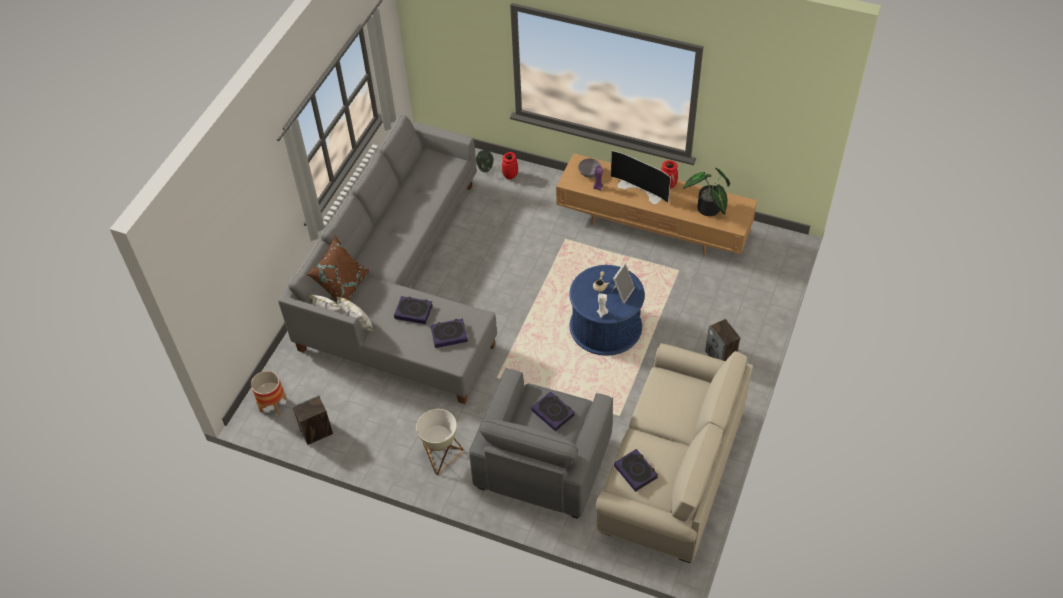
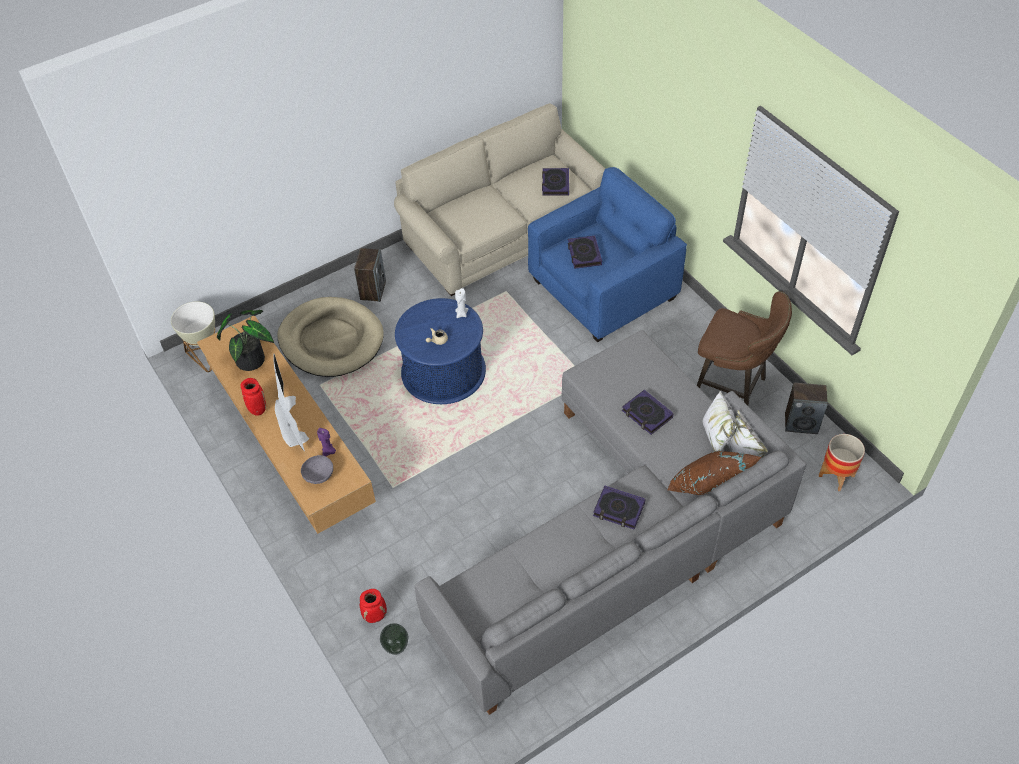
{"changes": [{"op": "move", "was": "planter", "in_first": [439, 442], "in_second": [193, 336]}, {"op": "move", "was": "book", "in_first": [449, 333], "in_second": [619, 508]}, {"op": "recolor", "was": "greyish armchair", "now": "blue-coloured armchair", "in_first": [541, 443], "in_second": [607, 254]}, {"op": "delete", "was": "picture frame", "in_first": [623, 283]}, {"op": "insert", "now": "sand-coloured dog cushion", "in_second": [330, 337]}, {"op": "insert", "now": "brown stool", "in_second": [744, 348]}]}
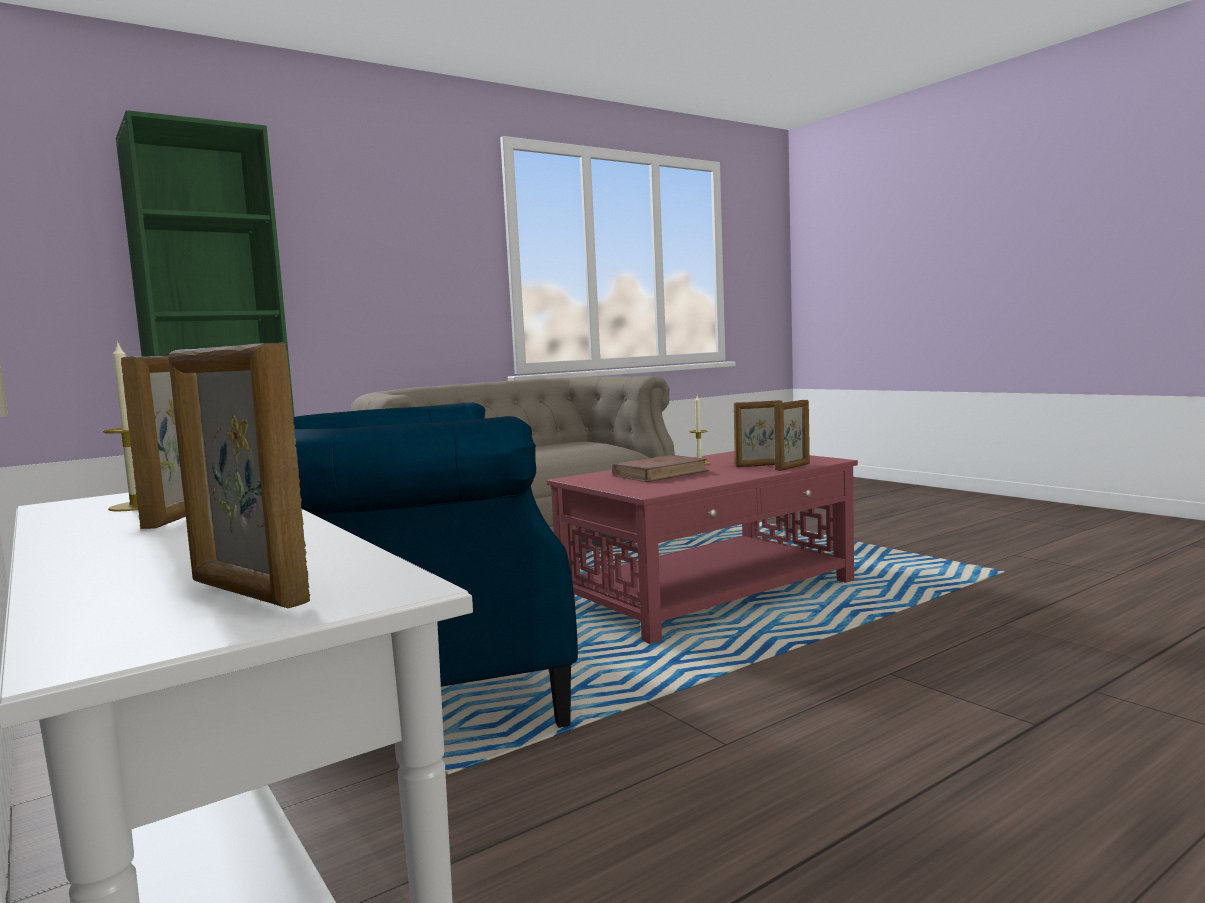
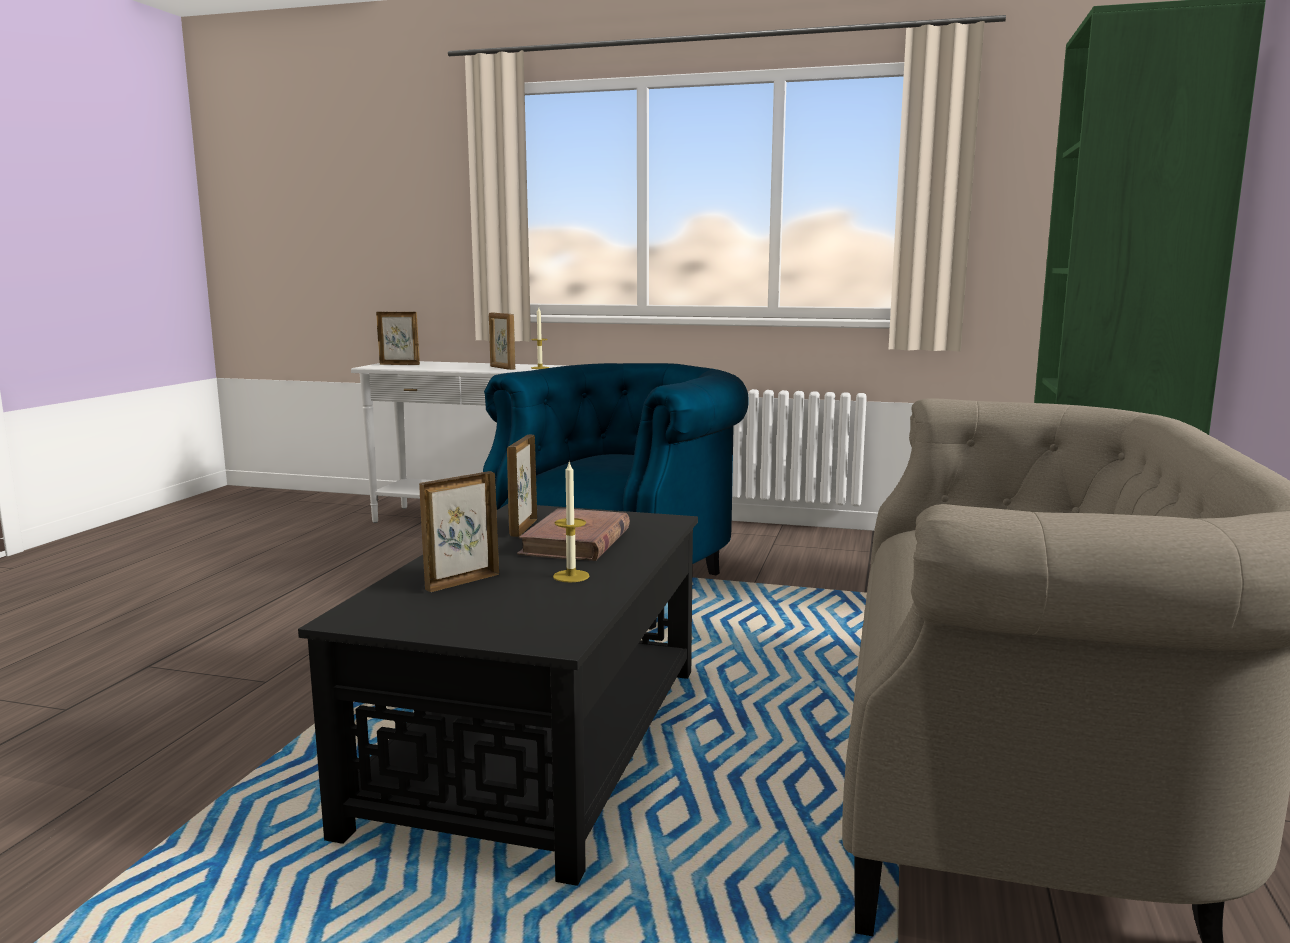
{"changes": [{"op": "recolor", "was": "red-coloured low table", "now": "black low table", "in_first": [702, 547], "in_second": [498, 695]}, {"op": "move", "was": "picture frame", "in_first": [792, 435], "in_second": [522, 485]}]}
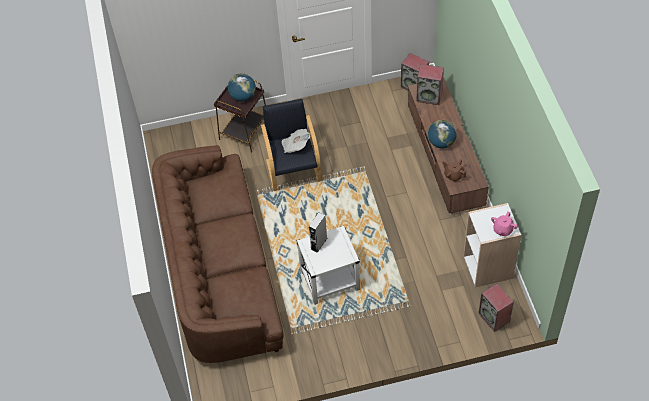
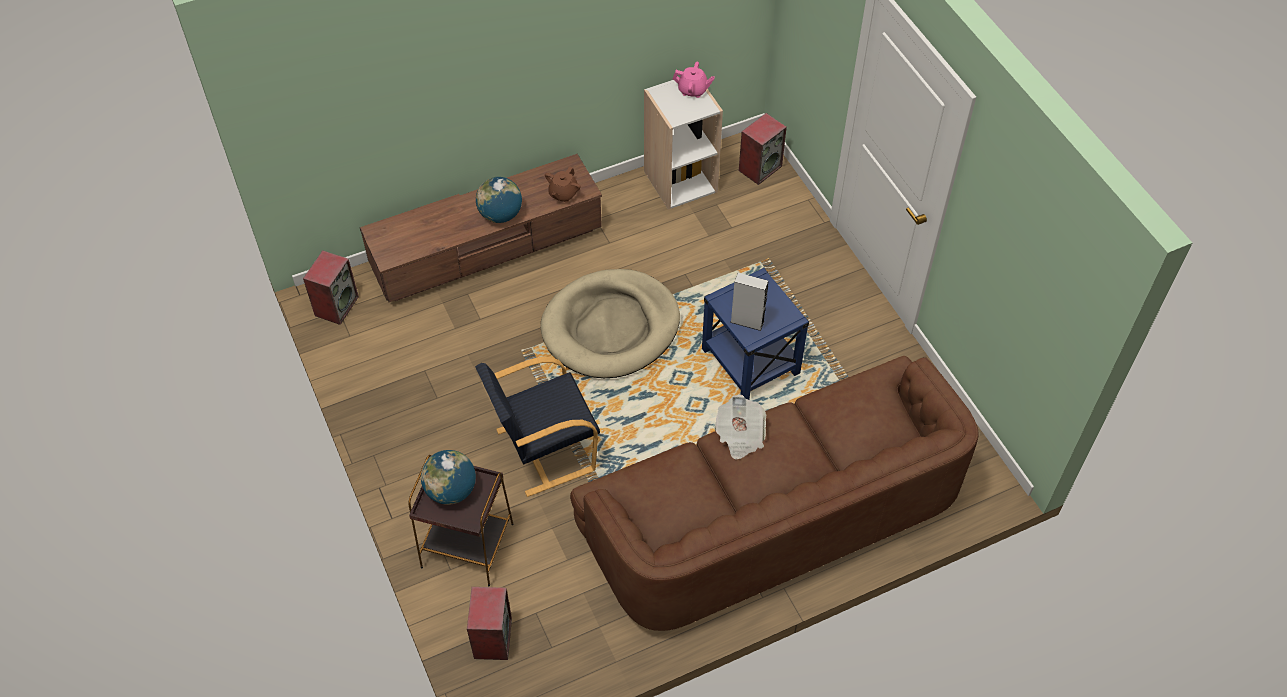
{"changes": [{"op": "move", "was": "printed paper", "in_first": [296, 141], "in_second": [740, 427]}, {"op": "recolor", "was": "white side table", "now": "blue-coloured side table", "in_first": [328, 265], "in_second": [755, 334]}, {"op": "move", "was": "audio speaker", "in_first": [430, 84], "in_second": [489, 623]}, {"op": "insert", "now": "sand-coloured dog cushion", "in_second": [610, 323]}]}
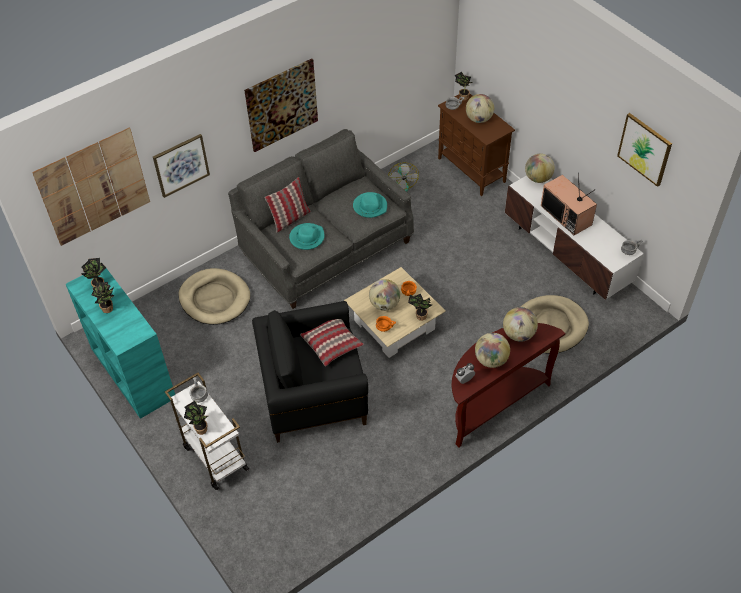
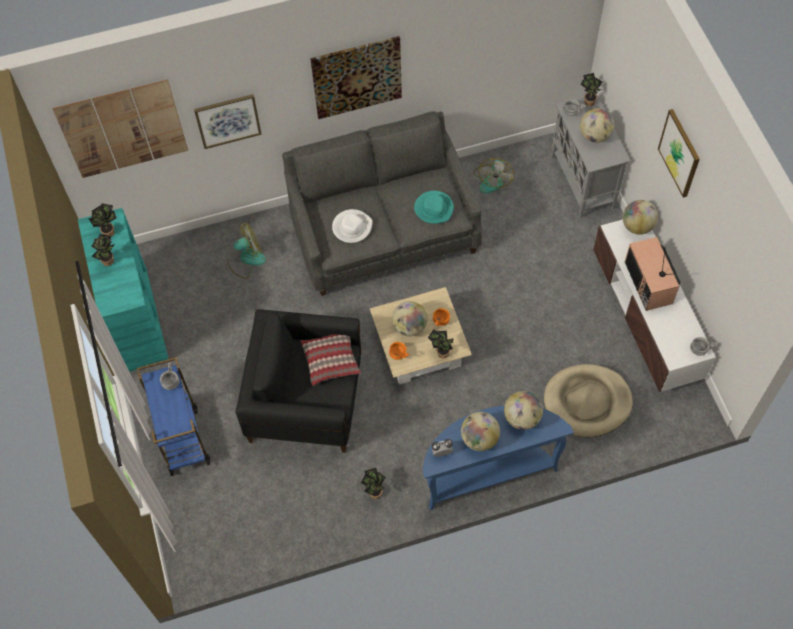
{"changes": [{"op": "recolor", "was": "white cart", "now": "blue-coloured cart", "in_first": [207, 431], "in_second": [174, 416]}, {"op": "replace", "was": "sand-coloured dog cushion", "now": "fan", "in_first": [214, 296], "in_second": [246, 251]}, {"op": "move", "was": "houseplant", "in_first": [196, 418], "in_second": [373, 483]}, {"op": "delete", "was": "pillow", "in_first": [288, 205]}, {"op": "recolor", "was": "turquoise-coloured hat", "now": "white hat", "in_first": [307, 236], "in_second": [352, 226]}, {"op": "recolor", "was": "brown storage cabinet", "now": "greyish storage cabinet", "in_first": [476, 145], "in_second": [590, 156]}, {"op": "recolor", "was": "brown hall table", "now": "blue-coloured hall table", "in_first": [508, 385], "in_second": [498, 457]}, {"op": "move", "was": "wall picture", "in_first": [644, 150], "in_second": [679, 153]}]}
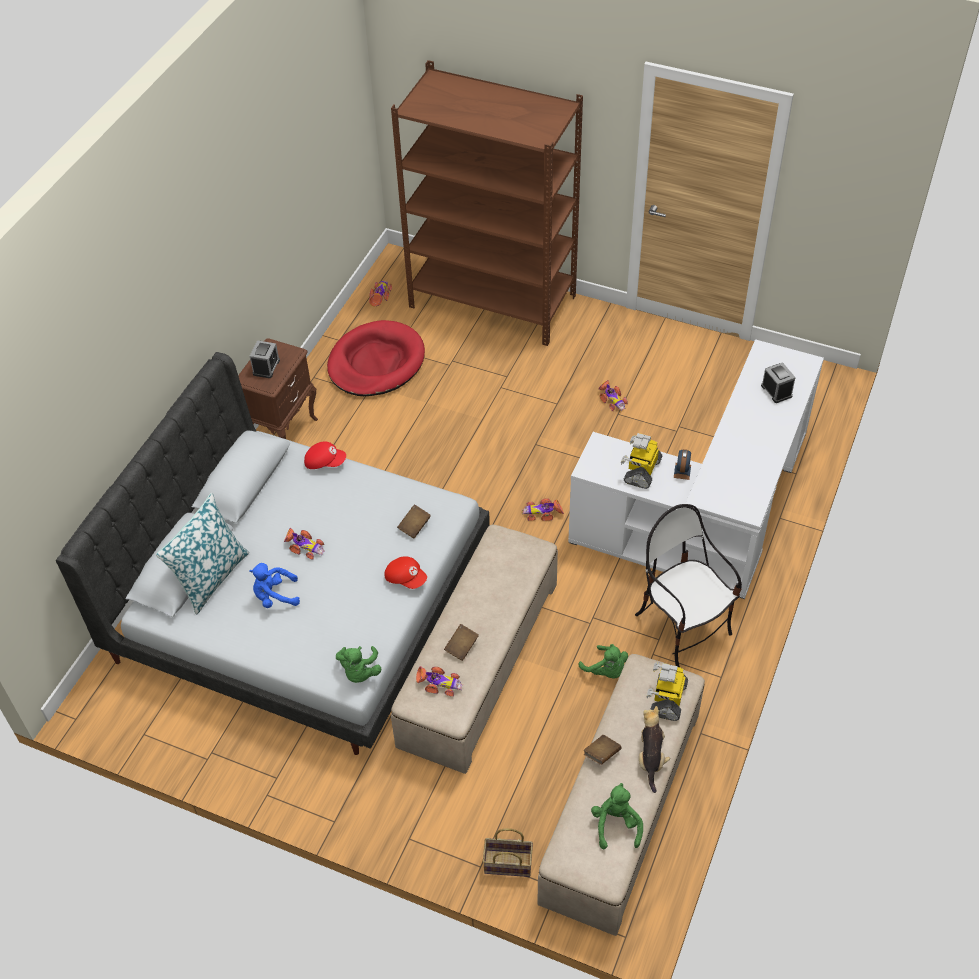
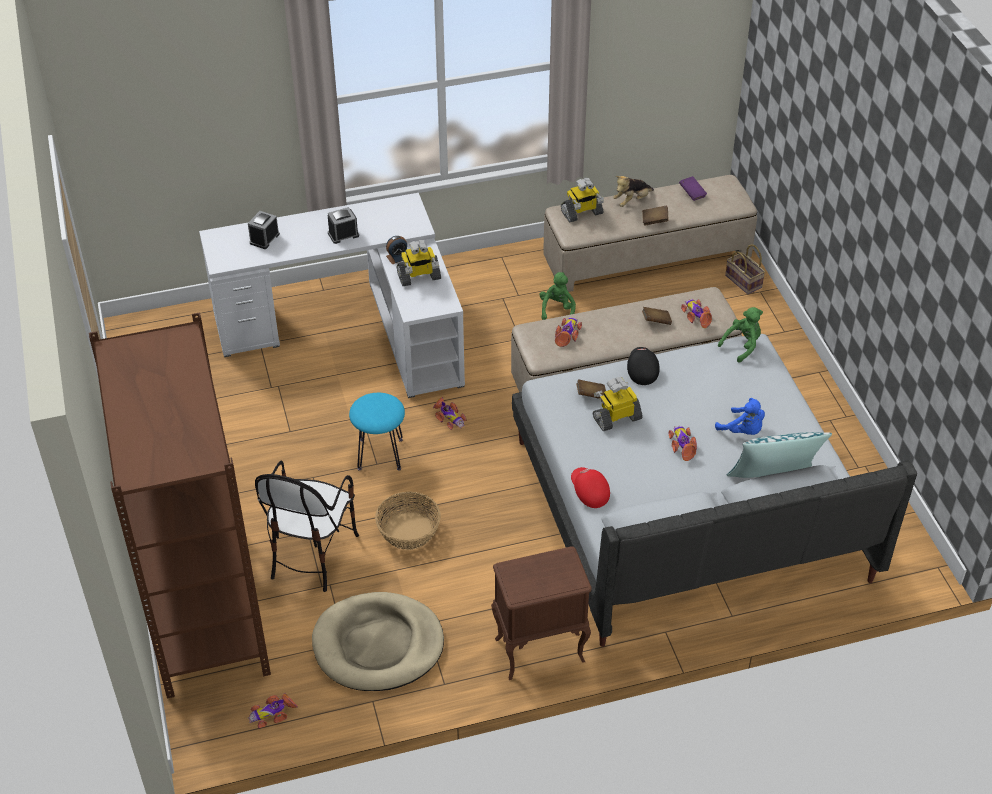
{"changes": [{"op": "move", "was": "alarm clock", "in_first": [265, 359], "in_second": [343, 225]}, {"op": "recolor", "was": "red-coloured dog cushion", "now": "sand-coloured dog cushion", "in_first": [376, 358], "in_second": [378, 641]}, {"op": "recolor", "was": "red-coloured cap", "now": "black cap", "in_first": [405, 572], "in_second": [643, 366]}, {"op": "replace", "was": "green-coloured cuddly toy", "now": "purplish book", "in_first": [617, 816], "in_second": [693, 188]}, {"op": "move", "was": "toy car", "in_first": [613, 395], "in_second": [568, 332]}, {"op": "move", "was": "chair", "in_first": [688, 585], "in_second": [307, 526]}, {"op": "insert", "now": "turquoise-coloured stool", "in_second": [377, 432]}, {"op": "insert", "now": "storage basket", "in_second": [408, 521]}, {"op": "insert", "now": "model robot", "in_second": [617, 404]}]}
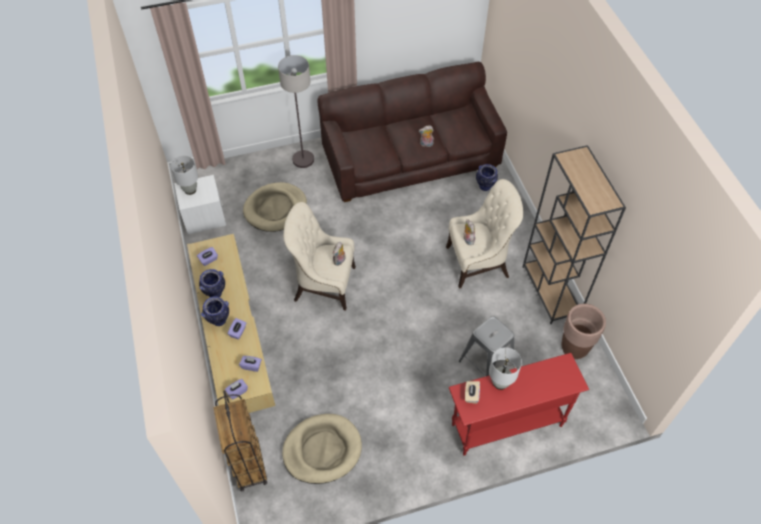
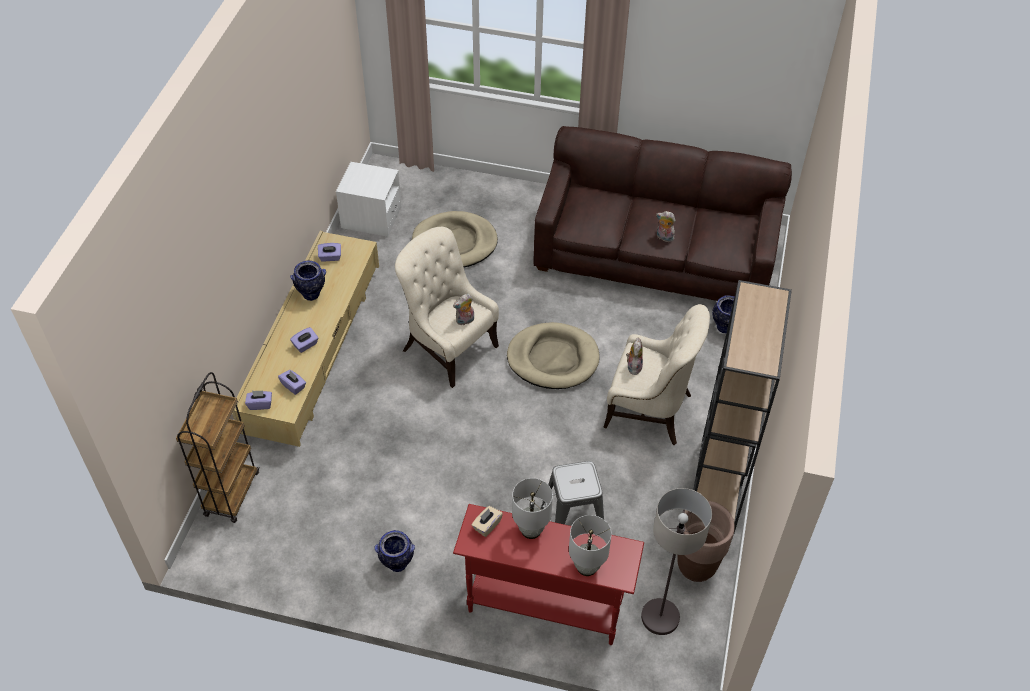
{"changes": [{"op": "move", "was": "white tabletop lamp", "in_first": [184, 175], "in_second": [590, 545]}, {"op": "move", "was": "flower vase", "in_first": [215, 311], "in_second": [394, 551]}, {"op": "move", "was": "greyish floor lamp", "in_first": [296, 111], "in_second": [676, 561]}, {"op": "move", "was": "sand-coloured dog cushion", "in_first": [322, 449], "in_second": [553, 355]}]}
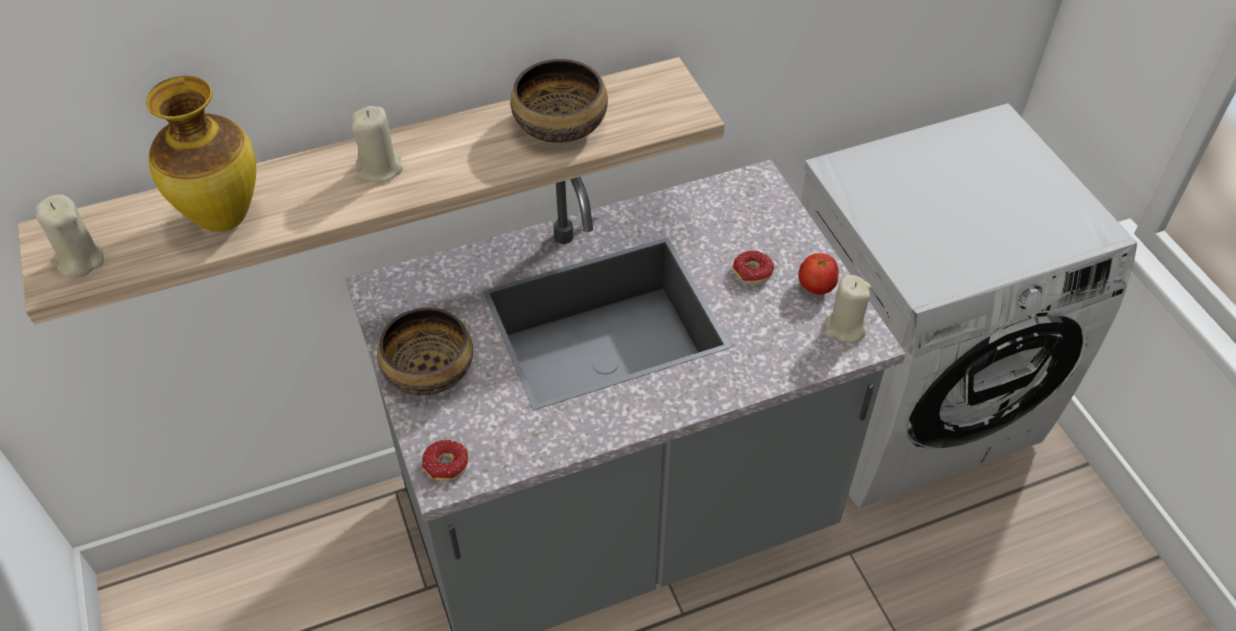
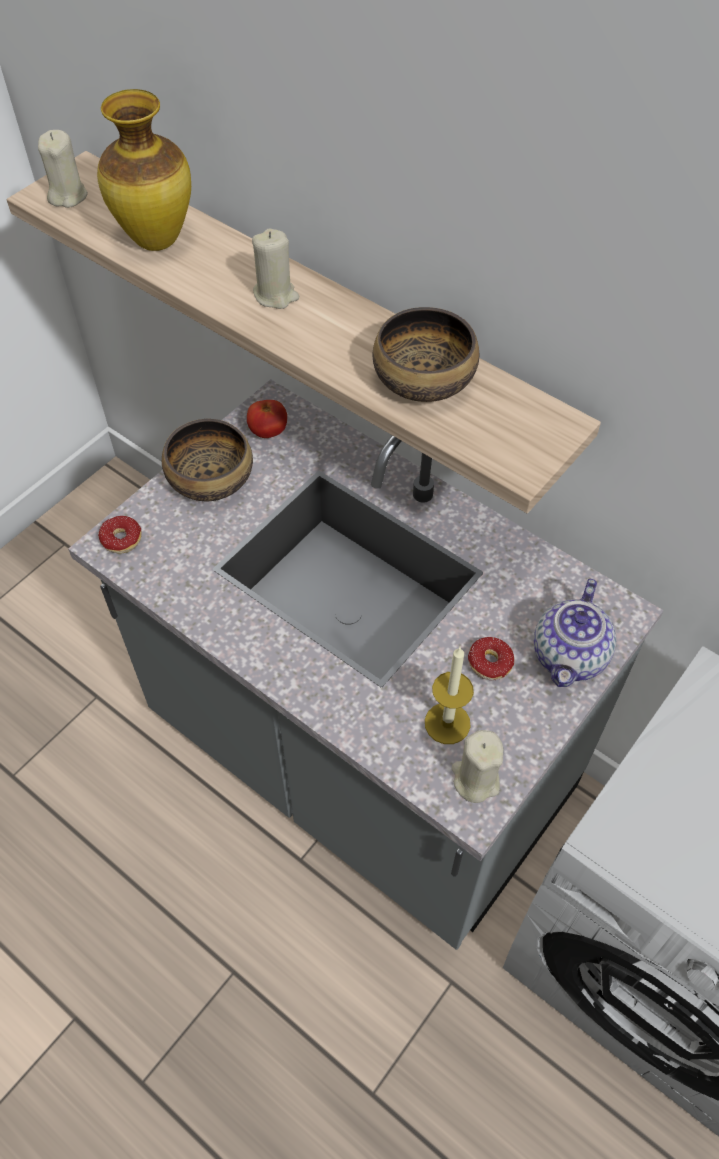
{"changes": [{"op": "move", "was": "whole tomato", "in_first": [819, 273], "in_second": [267, 419]}, {"op": "insert", "now": "candle", "in_second": [449, 695]}, {"op": "insert", "now": "pot for tea", "in_second": [575, 633]}]}
